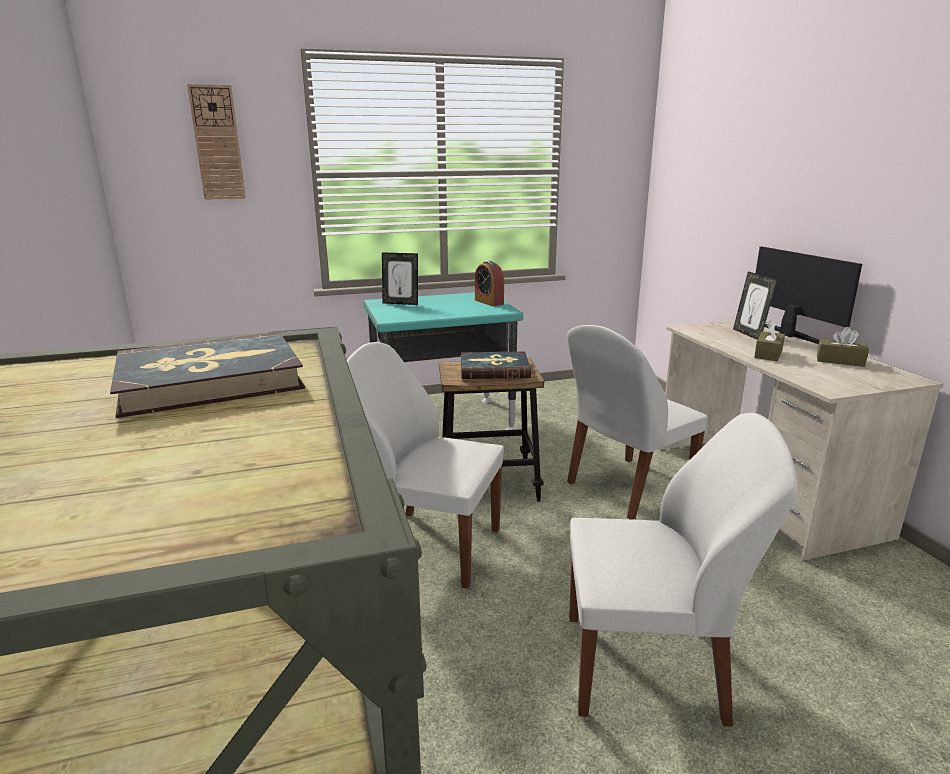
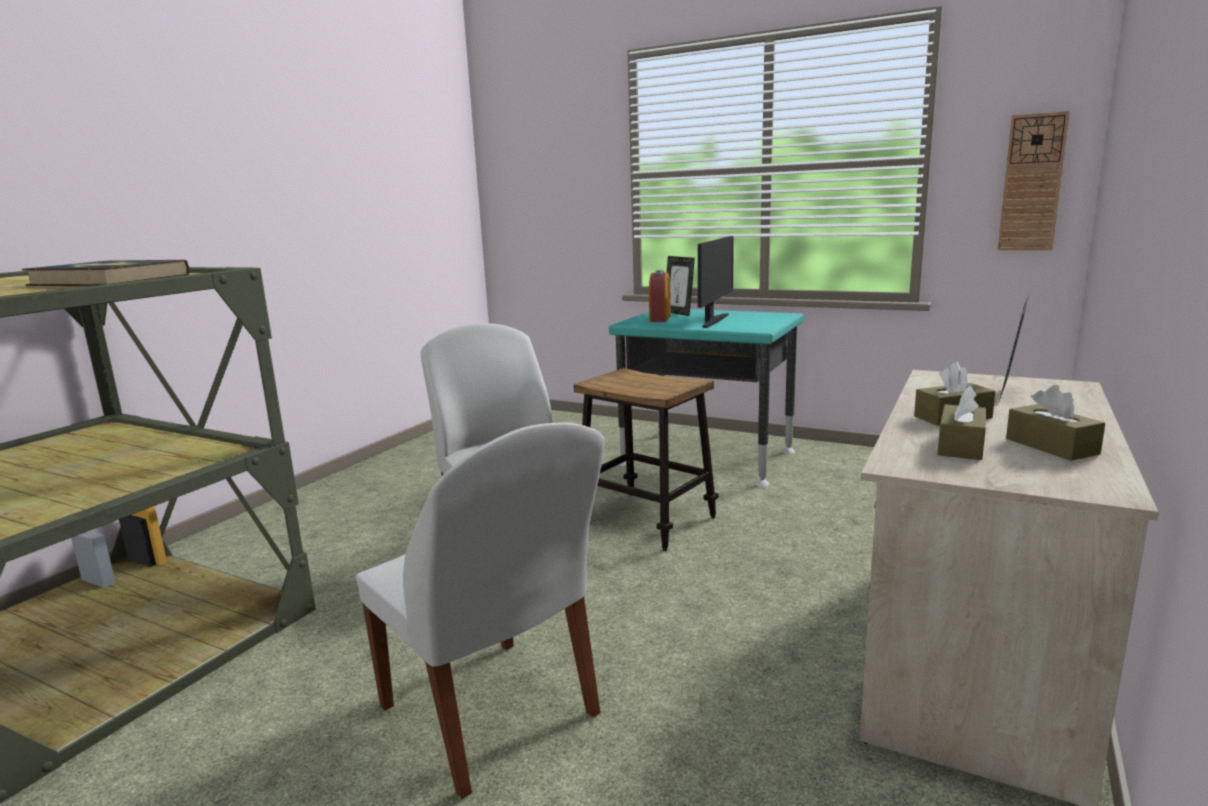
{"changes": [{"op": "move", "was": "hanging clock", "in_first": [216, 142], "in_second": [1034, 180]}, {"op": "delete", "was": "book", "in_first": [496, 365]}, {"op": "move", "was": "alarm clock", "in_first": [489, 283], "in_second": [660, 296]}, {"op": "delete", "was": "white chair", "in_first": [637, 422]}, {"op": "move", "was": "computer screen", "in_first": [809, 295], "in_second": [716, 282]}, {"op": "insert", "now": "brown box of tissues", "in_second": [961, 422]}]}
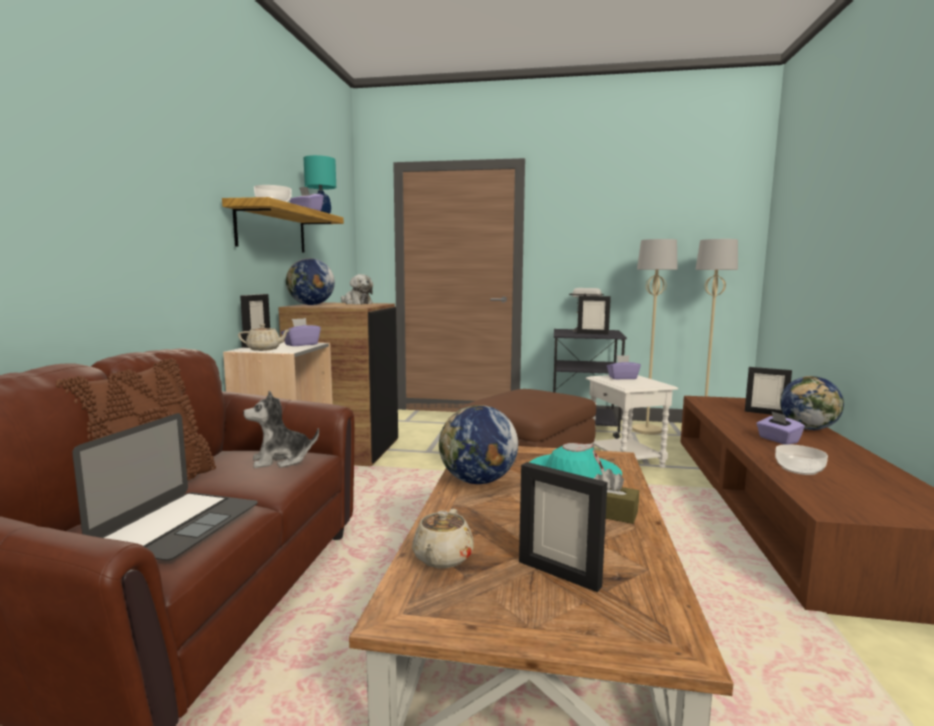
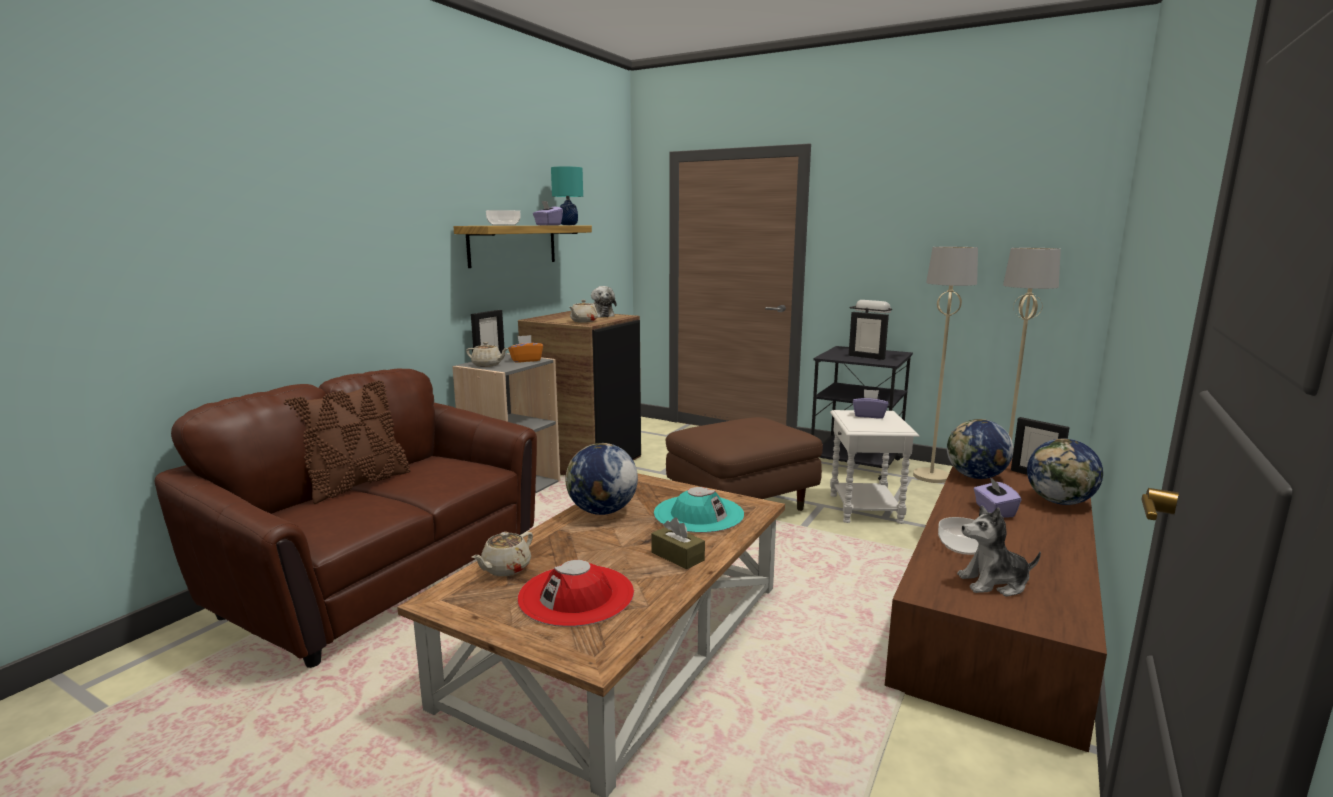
{"changes": [{"op": "delete", "was": "portable computer", "in_first": [165, 486]}, {"op": "move", "was": "cuddly toy", "in_first": [281, 429], "in_second": [999, 551]}, {"op": "recolor", "was": "purplish box of tissues", "now": "orange box of tissues", "in_first": [301, 332], "in_second": [525, 349]}, {"op": "move", "was": "globe", "in_first": [310, 281], "in_second": [980, 449]}, {"op": "replace", "was": "picture frame", "now": "red-coloured hat", "in_first": [563, 527], "in_second": [575, 593]}, {"op": "insert", "now": "sand-coloured pot for tea", "in_second": [584, 311]}]}
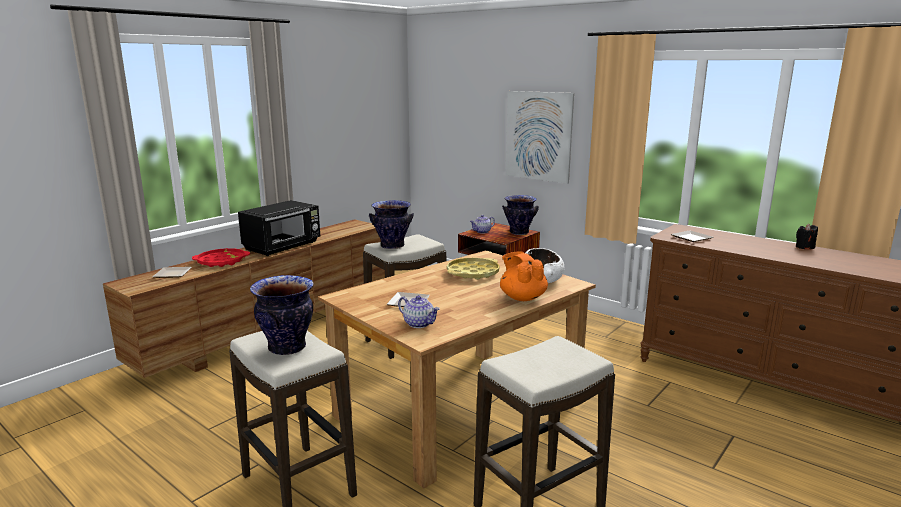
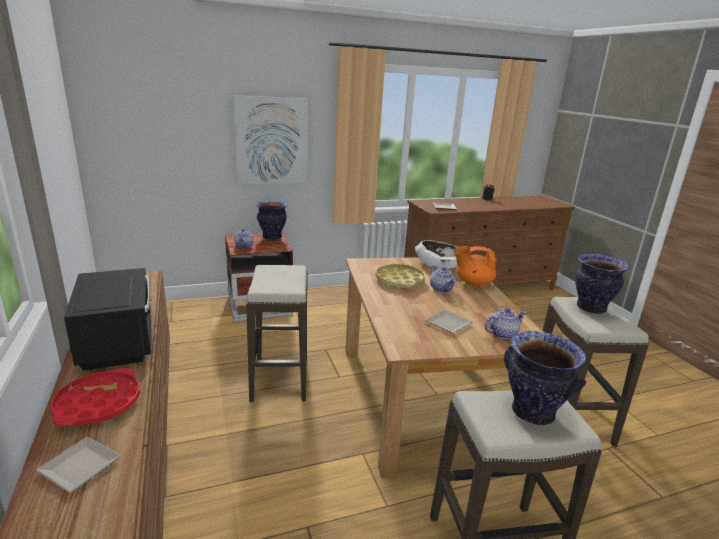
{"changes": [{"op": "move", "was": "flower vase", "in_first": [391, 224], "in_second": [602, 283]}, {"op": "insert", "now": "pot for tea", "in_second": [443, 279]}]}
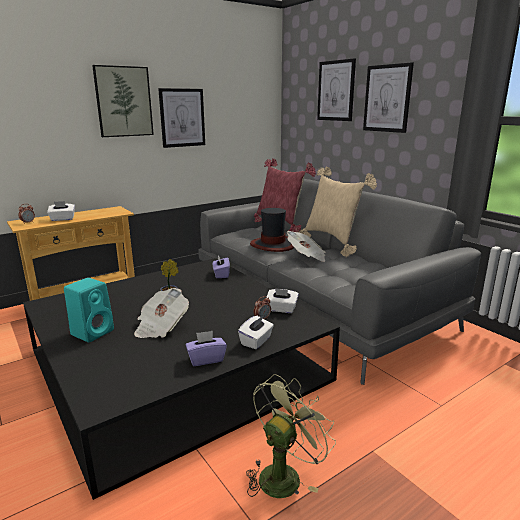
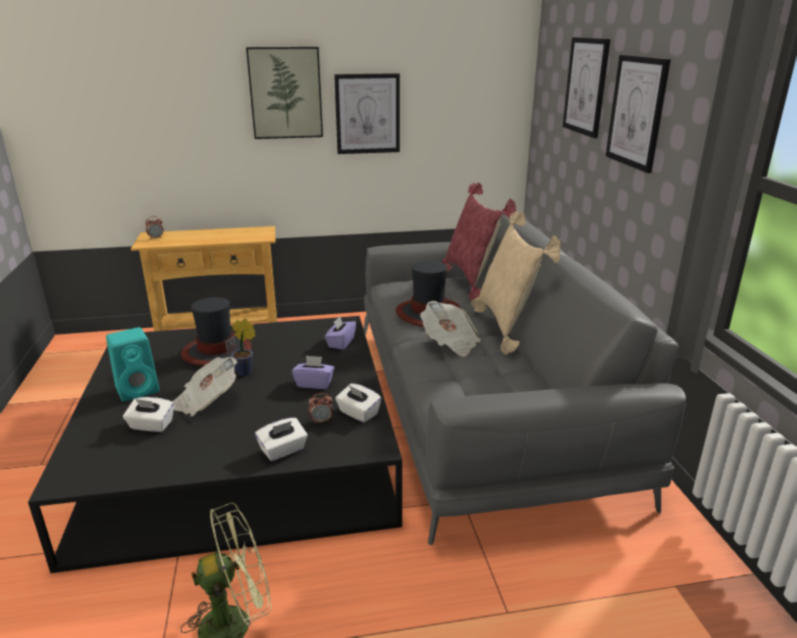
{"changes": [{"op": "move", "was": "white box of tissues", "in_first": [61, 211], "in_second": [148, 414]}, {"op": "move", "was": "purplish box of tissues", "in_first": [206, 348], "in_second": [313, 372]}, {"op": "insert", "now": "hat", "in_second": [216, 331]}]}
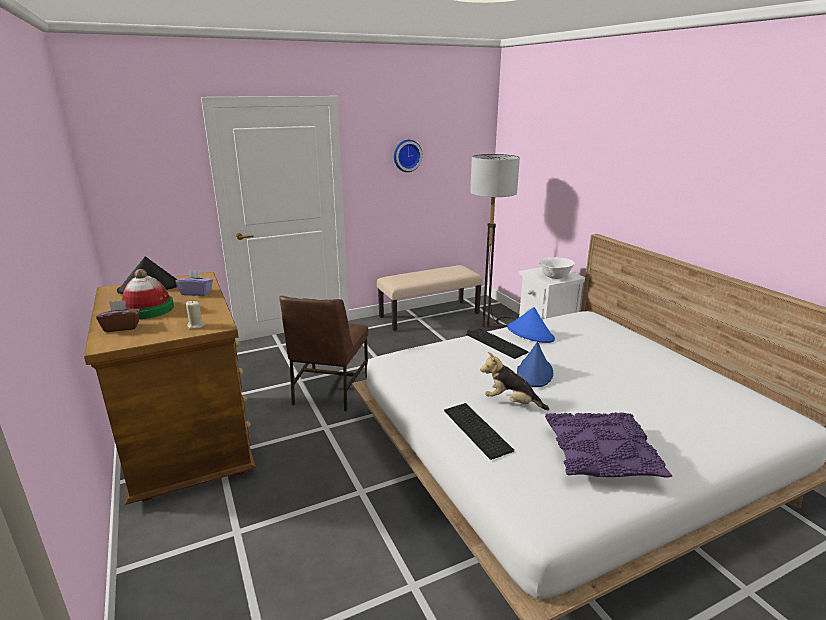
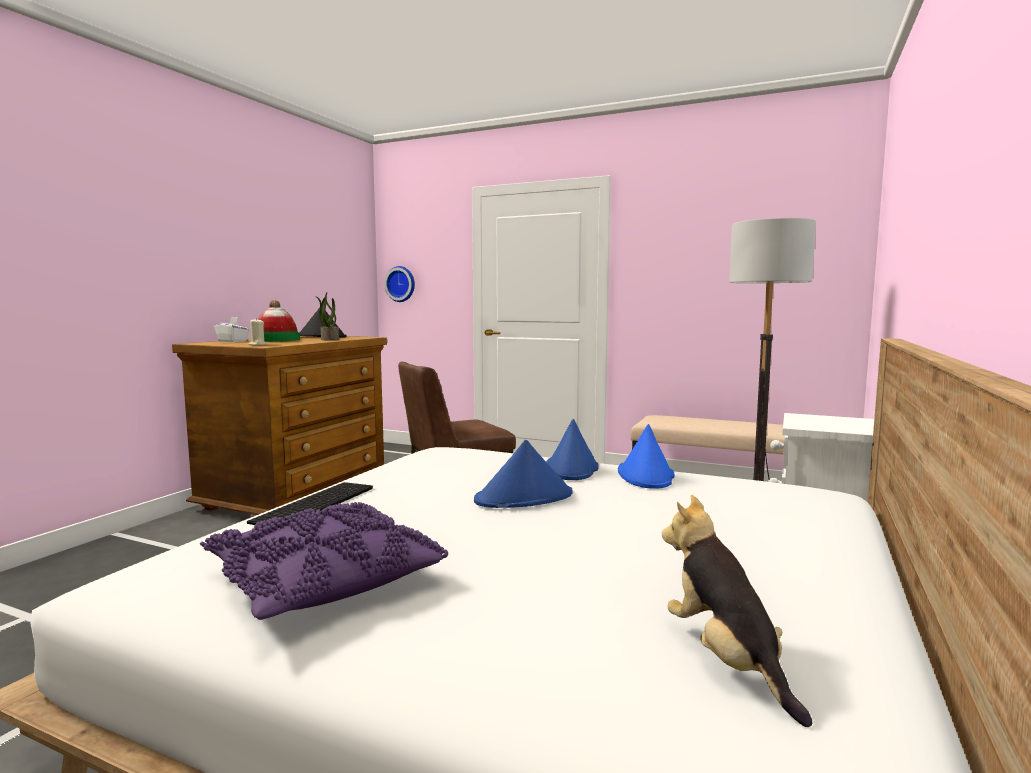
{"changes": [{"op": "recolor", "was": "brown box of tissues", "now": "white box of tissues", "in_first": [118, 316], "in_second": [232, 329]}, {"op": "replace", "was": "purplish box of tissues", "now": "houseplant", "in_first": [194, 283], "in_second": [327, 316]}, {"op": "move", "was": "hanging clock", "in_first": [408, 156], "in_second": [399, 284]}, {"op": "replace", "was": "keyboard", "now": "blue-coloured hat", "in_first": [497, 343], "in_second": [572, 449]}, {"op": "move", "was": "cuddly toy", "in_first": [514, 381], "in_second": [737, 611]}, {"op": "delete", "was": "white bowl", "in_first": [557, 268]}]}
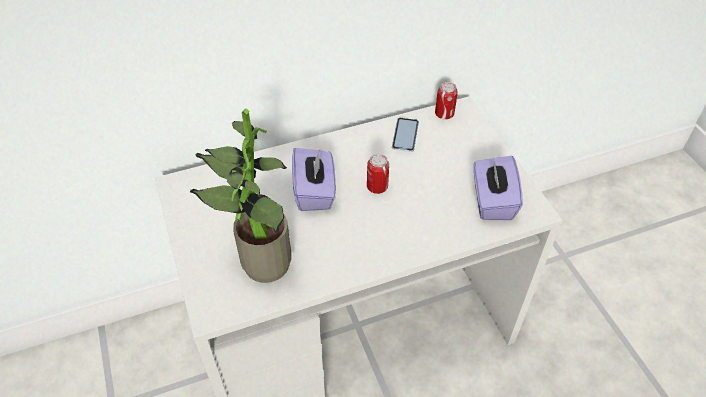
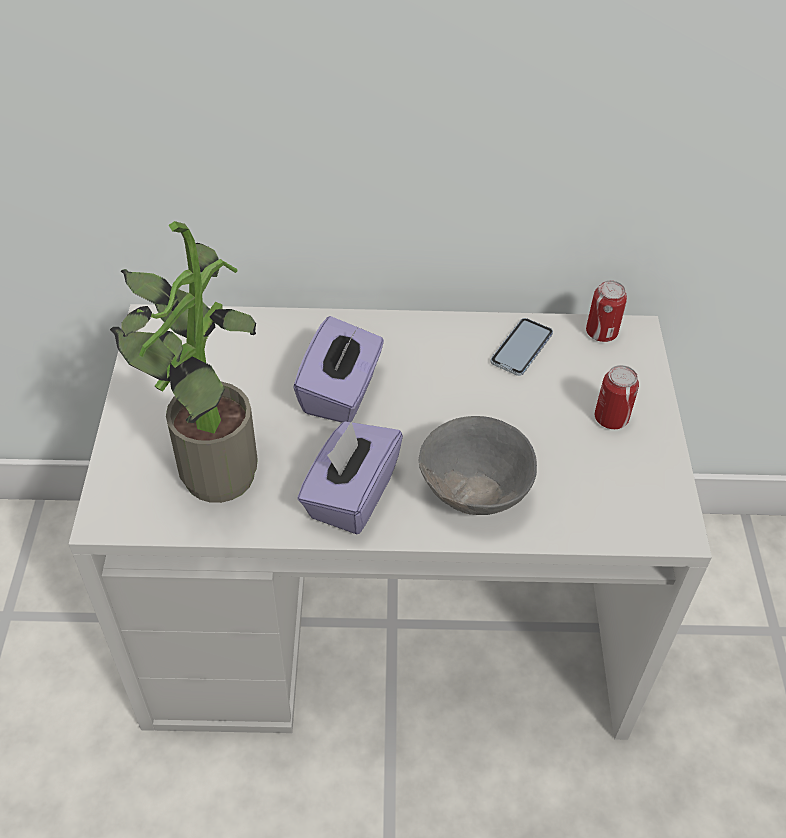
{"changes": [{"op": "move", "was": "sealed can", "in_first": [378, 174], "in_second": [617, 397]}, {"op": "move", "was": "purplish box of tissues", "in_first": [498, 188], "in_second": [350, 477]}, {"op": "insert", "now": "greyish bowl", "in_second": [477, 465]}]}
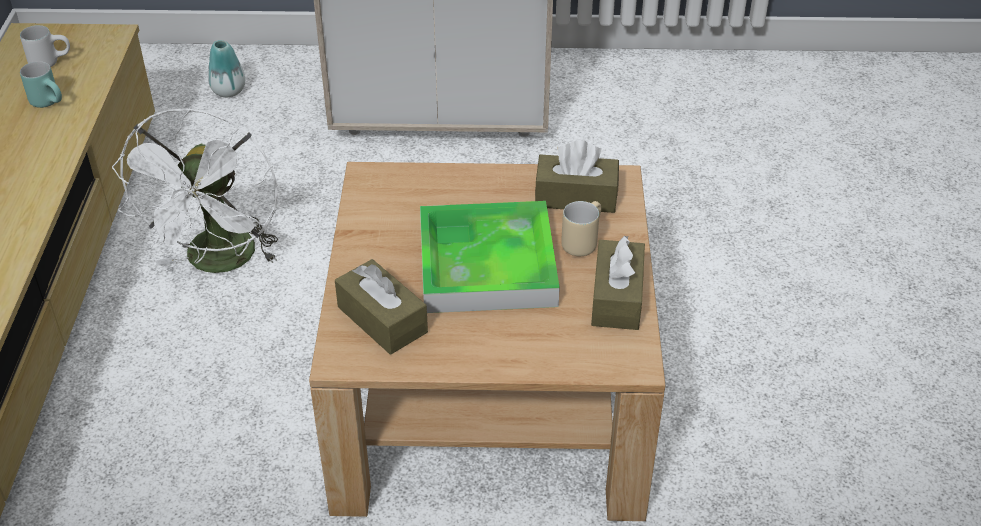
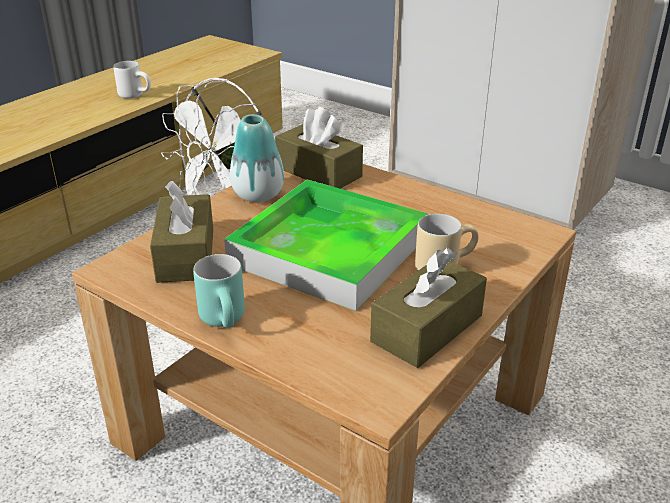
{"changes": [{"op": "move", "was": "white tea mug", "in_first": [45, 46], "in_second": [132, 79]}, {"op": "move", "was": "turquoise-coloured tea mug", "in_first": [41, 84], "in_second": [219, 291]}, {"op": "move", "was": "flower vase", "in_first": [226, 68], "in_second": [257, 158]}, {"op": "move", "was": "brown box of tissues", "in_first": [577, 176], "in_second": [319, 148]}]}
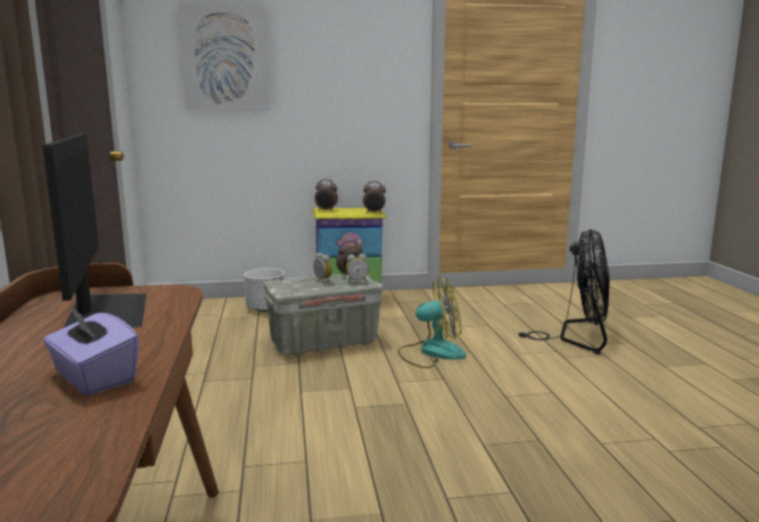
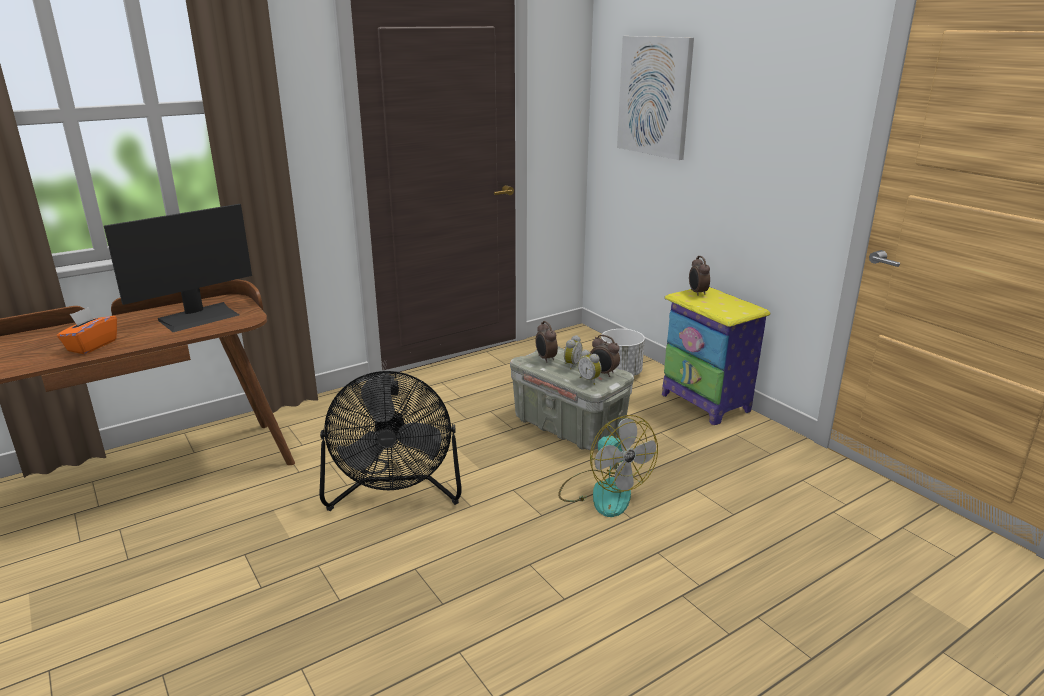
{"changes": [{"op": "recolor", "was": "purplish box of tissues", "now": "orange box of tissues", "in_first": [91, 350], "in_second": [87, 330]}, {"op": "move", "was": "alarm clock", "in_first": [374, 197], "in_second": [546, 342]}, {"op": "move", "was": "black fan", "in_first": [563, 292], "in_second": [390, 441]}]}
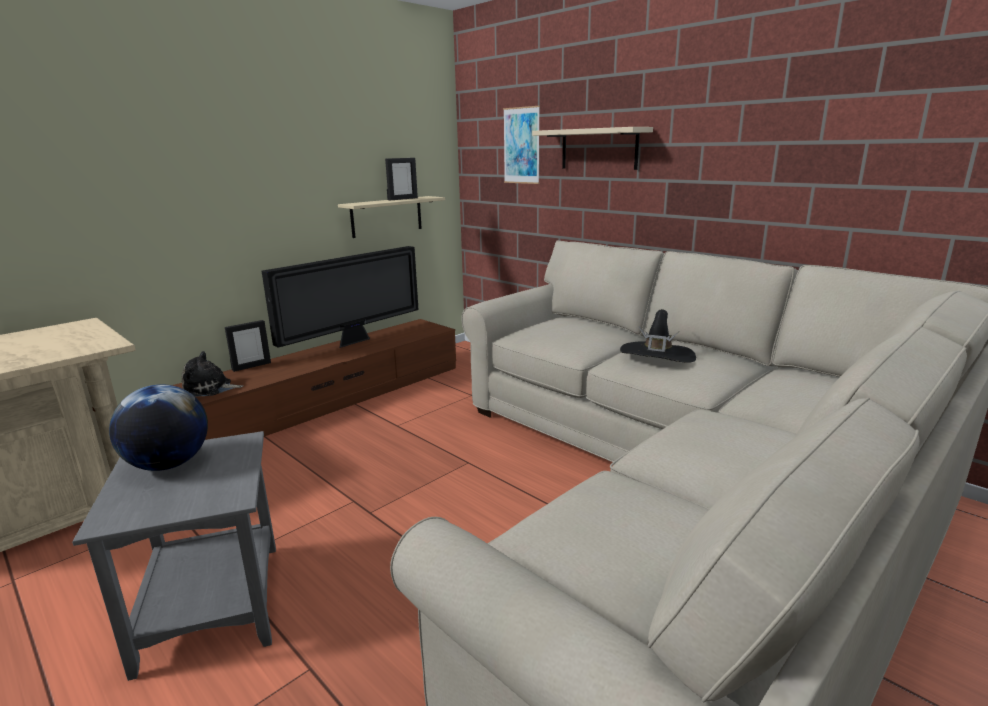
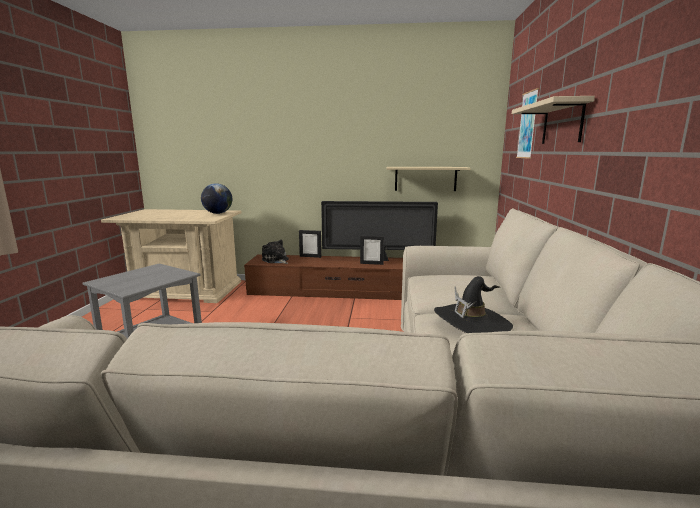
{"changes": [{"op": "move", "was": "globe", "in_first": [158, 427], "in_second": [216, 198]}, {"op": "move", "was": "picture frame", "in_first": [401, 179], "in_second": [372, 250]}]}
